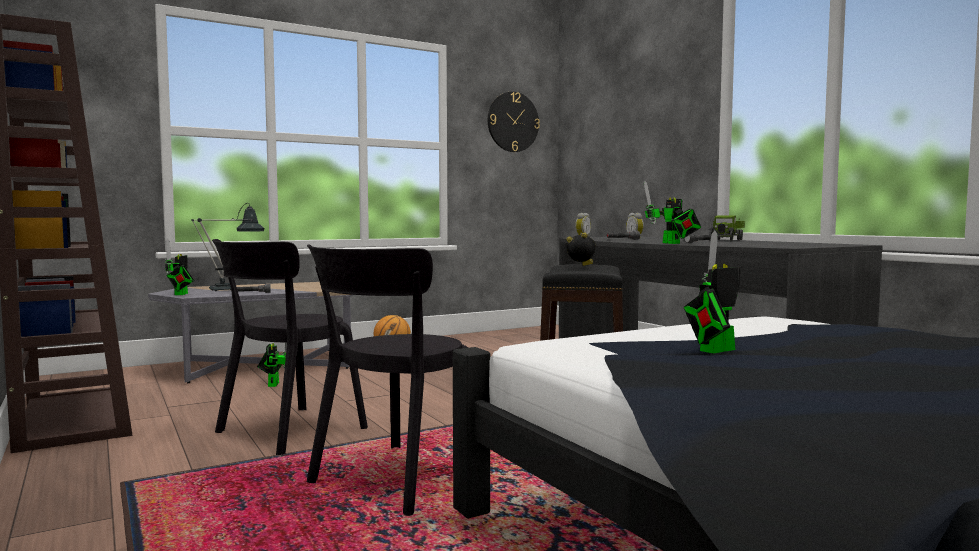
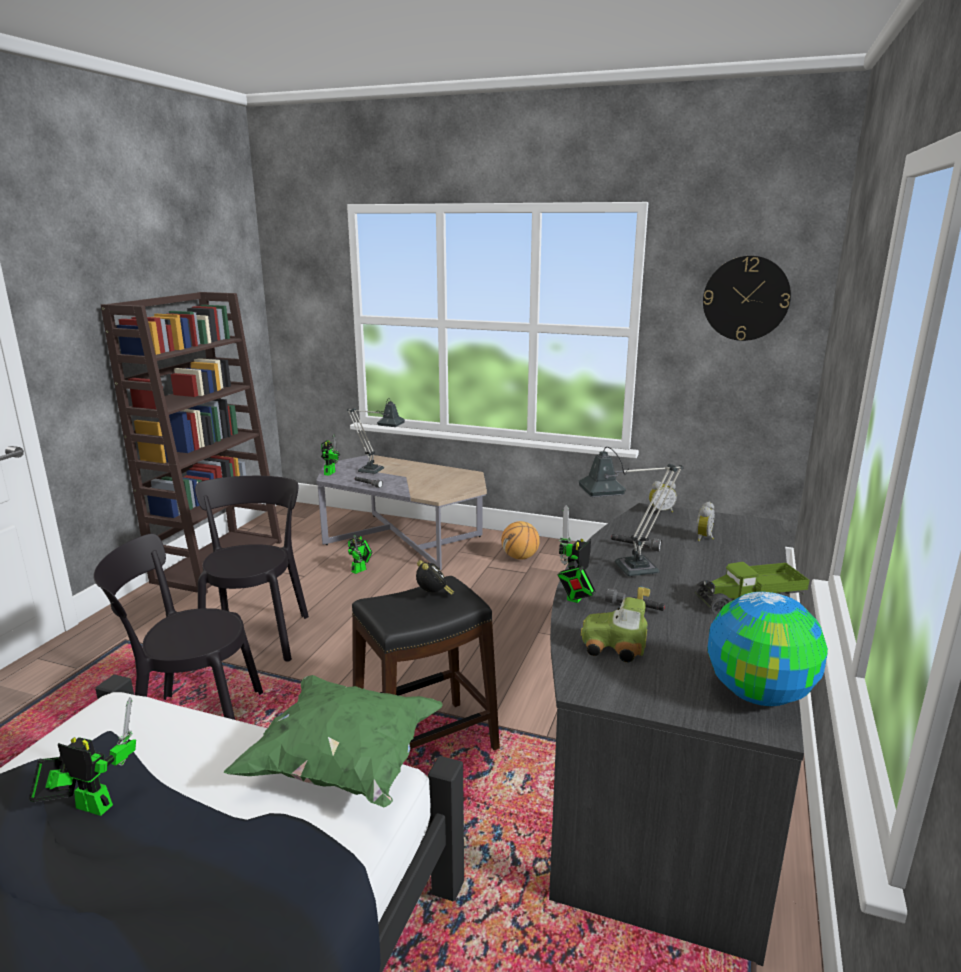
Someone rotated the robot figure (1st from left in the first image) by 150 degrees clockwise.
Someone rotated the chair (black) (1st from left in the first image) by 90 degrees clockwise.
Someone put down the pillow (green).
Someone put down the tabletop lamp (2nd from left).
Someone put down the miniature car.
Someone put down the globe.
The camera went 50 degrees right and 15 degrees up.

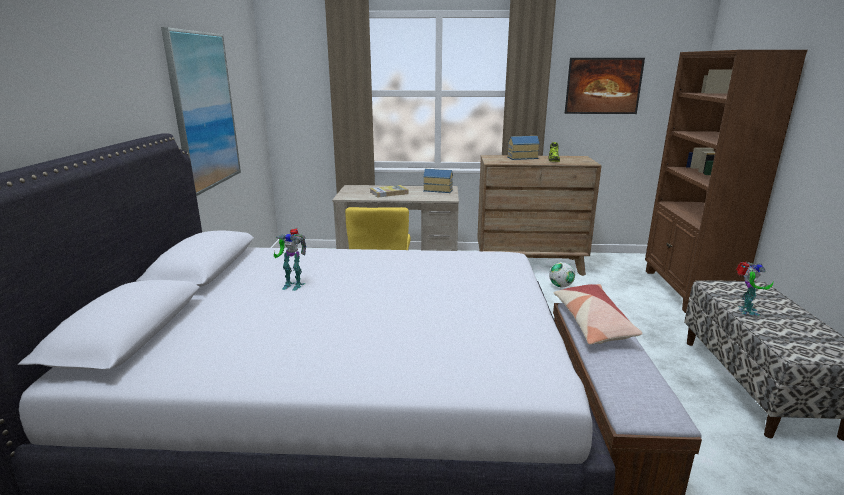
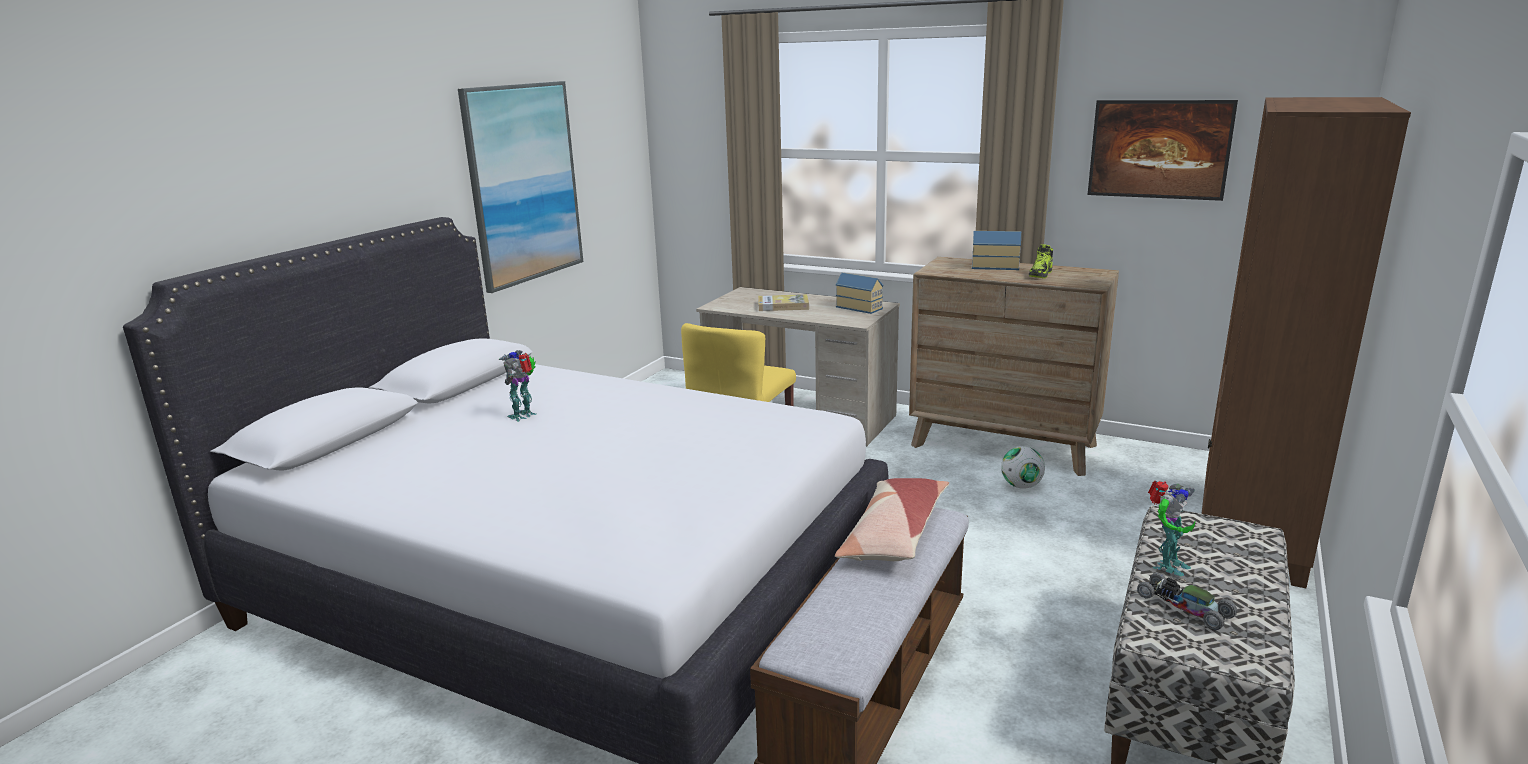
Someone rotated the robot figure (1st from left) by 90 degrees clockwise.
Someone put down the miniature car.
The camera went 25 degrees right and 0 degrees up.

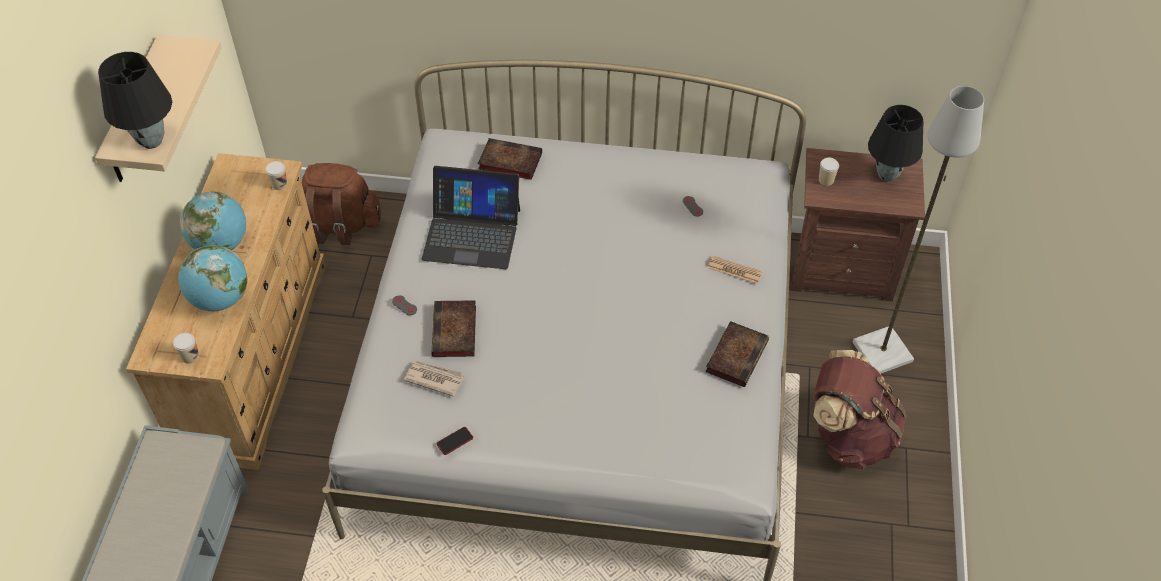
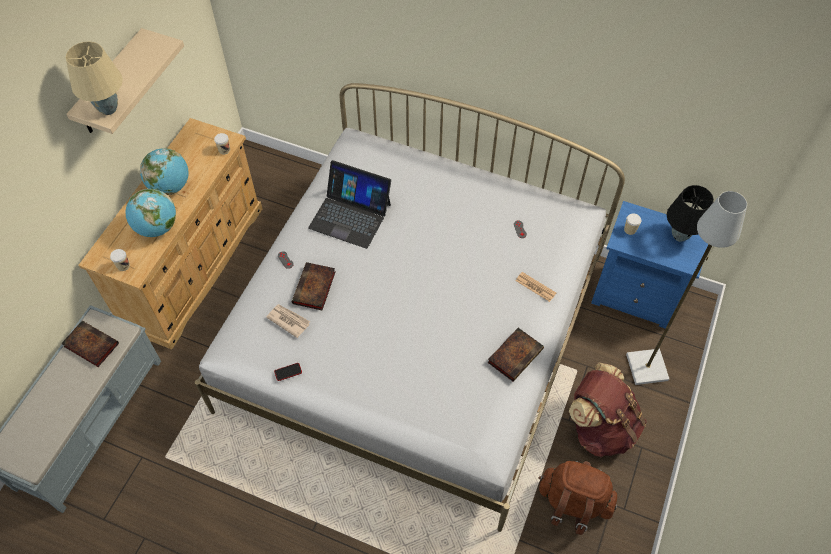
Someone repainted the tabletop lamp (black) (1st from left), which became the tabletop lamp (beige).
Someone carried the knapsack (brownish) (1st from left).
Someone carried the volume (2nd from left in the first image).
Someone repainted the night table (brownish), which became the night table (blue-coloured).
The camera went 15 degrees right and 5 degrees up.

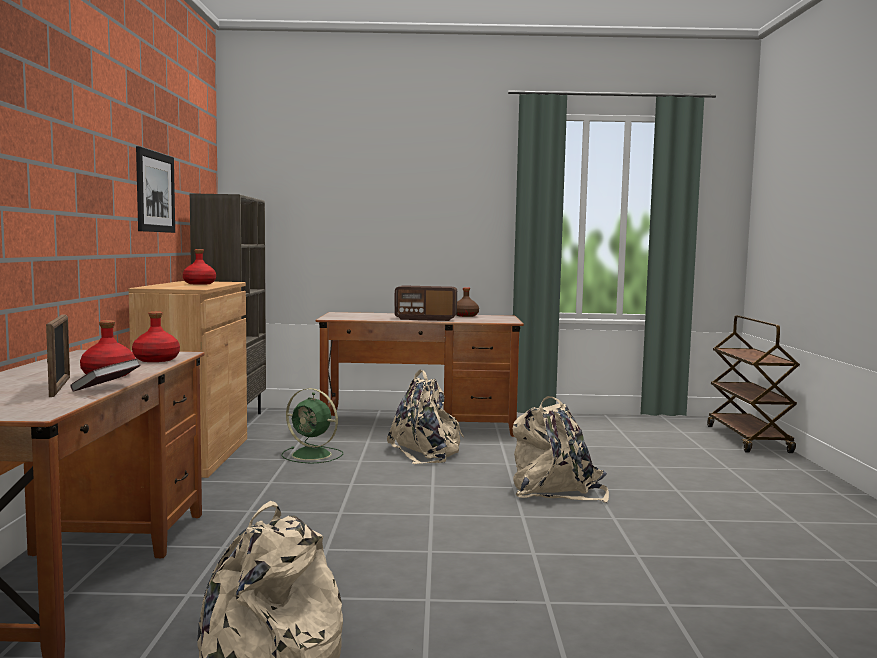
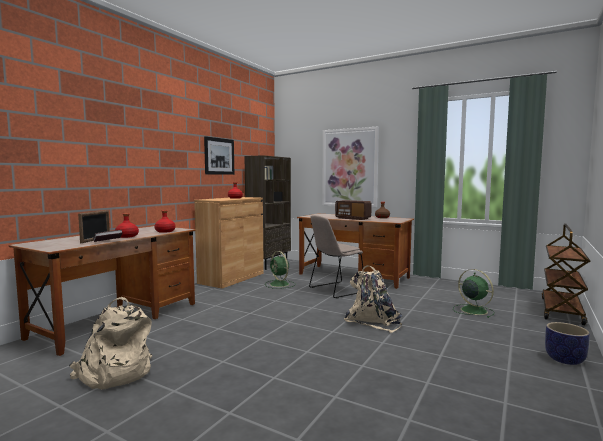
Someone swapped the knapsack (beige) (2nd from left) for the chair (beige).
Someone put up the wall art (2nd from left).
Someone put down the fan (green) (2nd from left).
Someone put down the plant pot.
The camera went 30 degrees right and 0 degrees up.

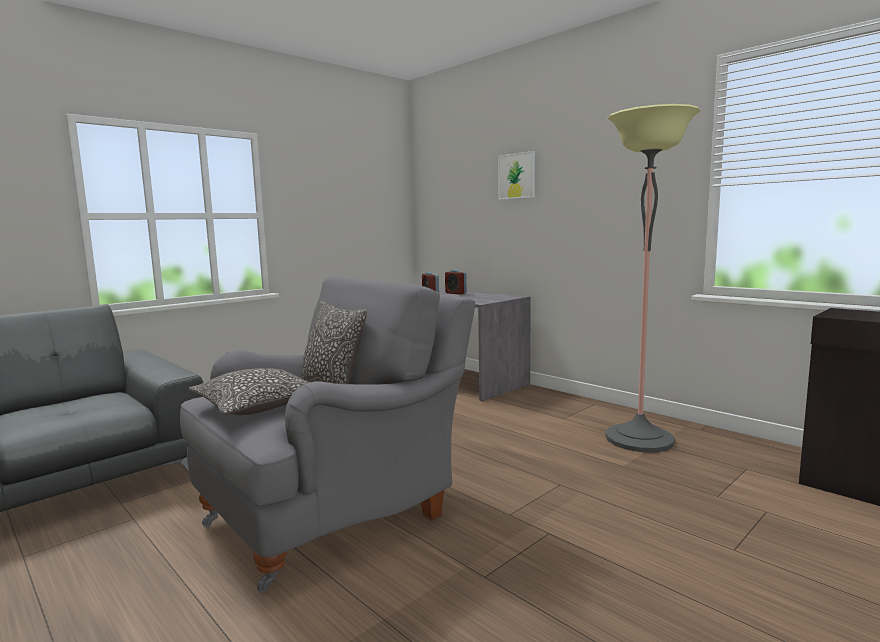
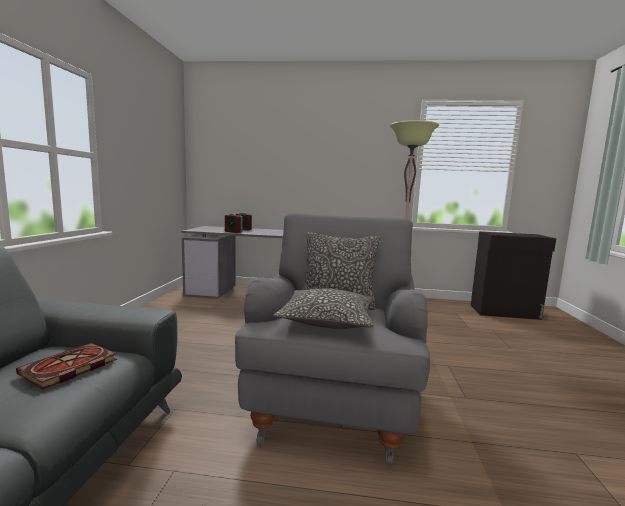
Someone took away the wall art.
Someone put down the volume.
The camera went 40 degrees left and 0 degrees up.

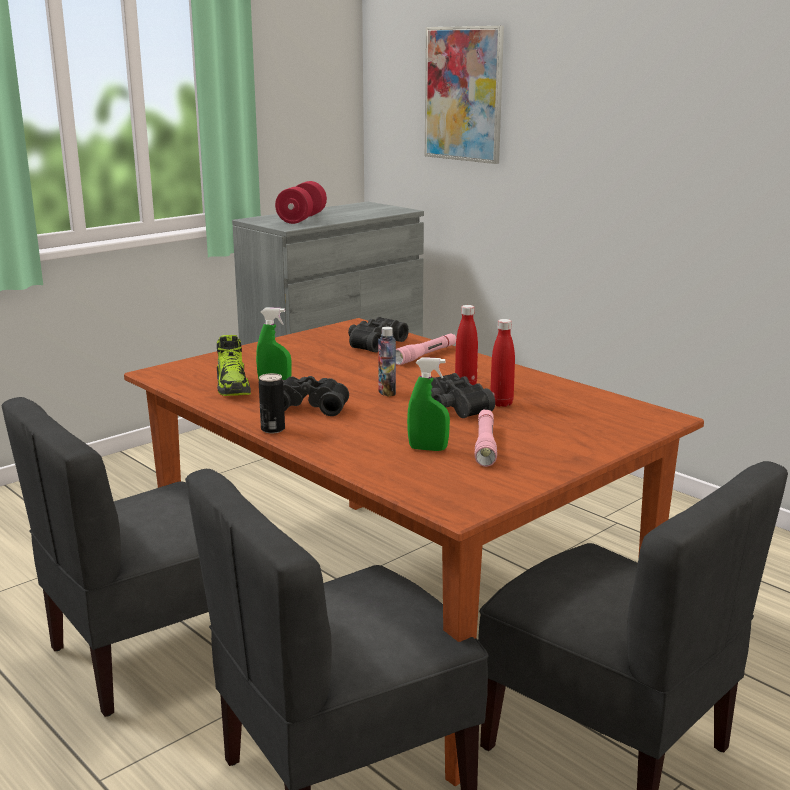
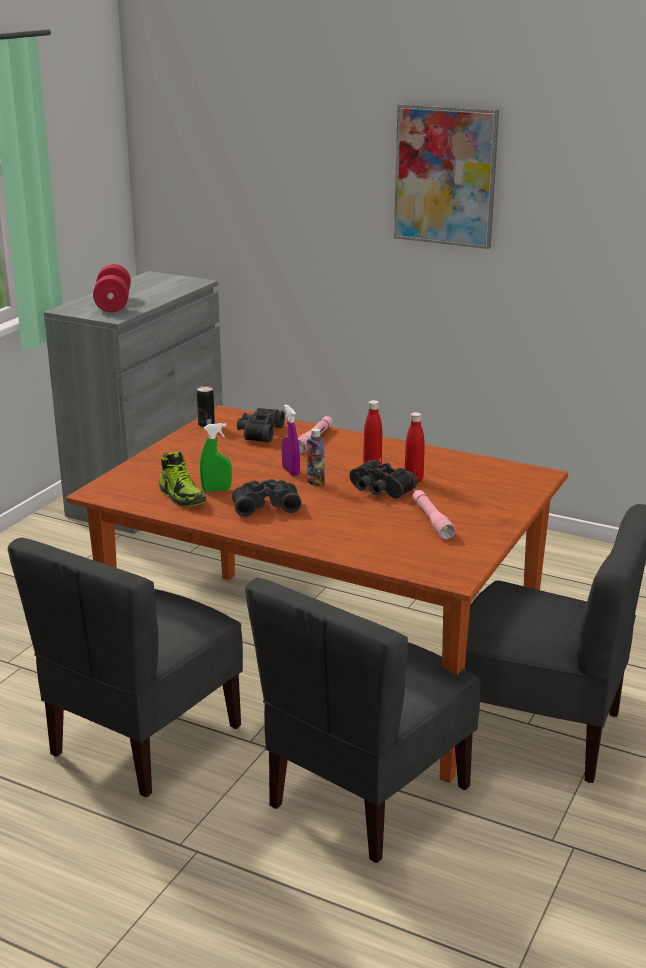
Someone carried the sealed can.
Someone took away the spray bottle (green) (2nd from left).
Someone carried the wall art.
Someone put down the spray bottle (purplish).
The camera went 20 degrees left and 5 degrees up.

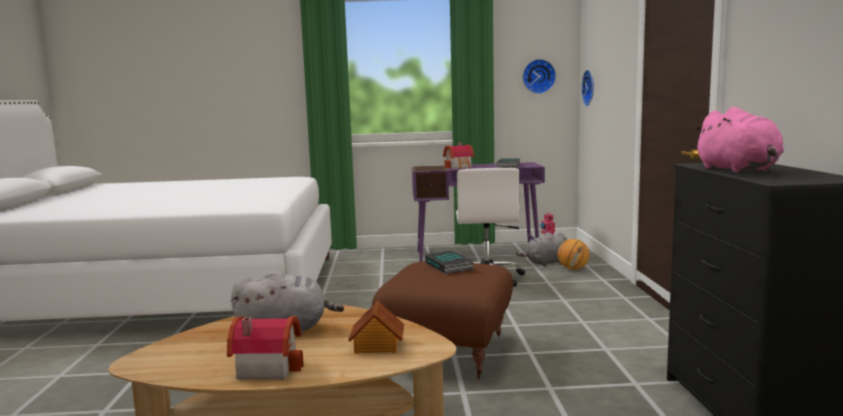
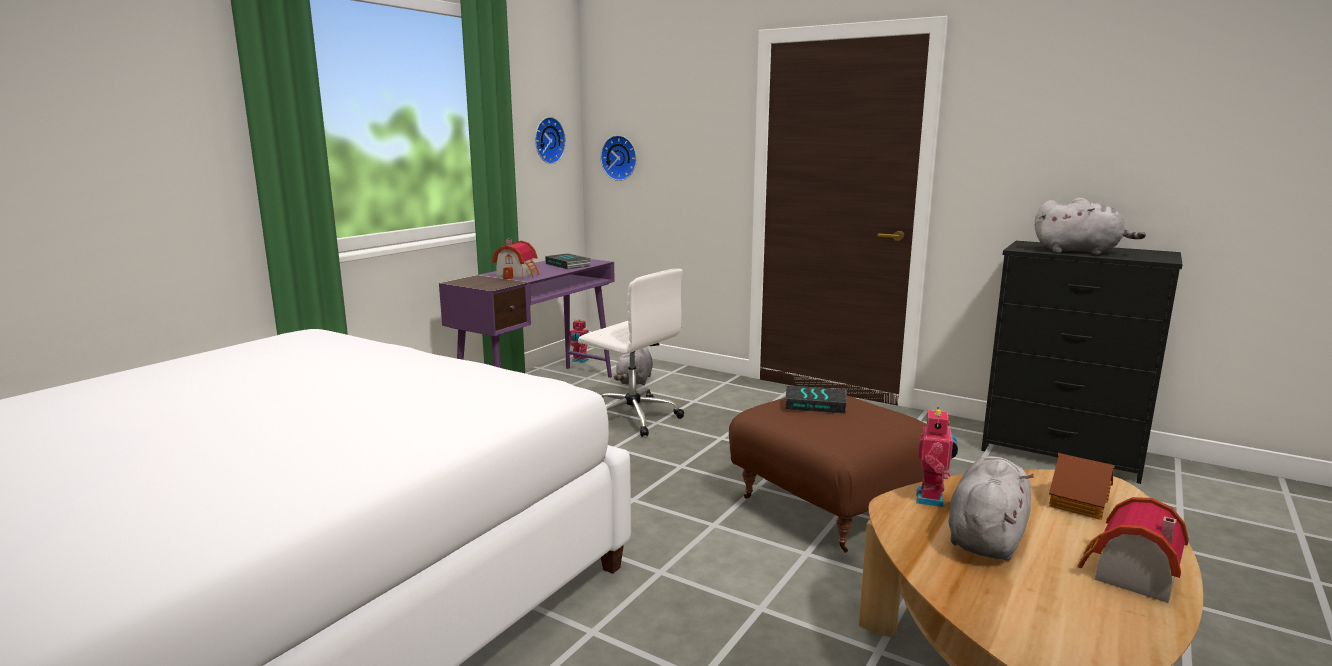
Someone took away the ball for basketball.
Someone repainted the cuddly toy (pinkish), which became the cuddly toy (grey) (3rd from left).
Someone put down the robot figure (2nd from left).
The camera went 55 degrees left and 5 degrees up.

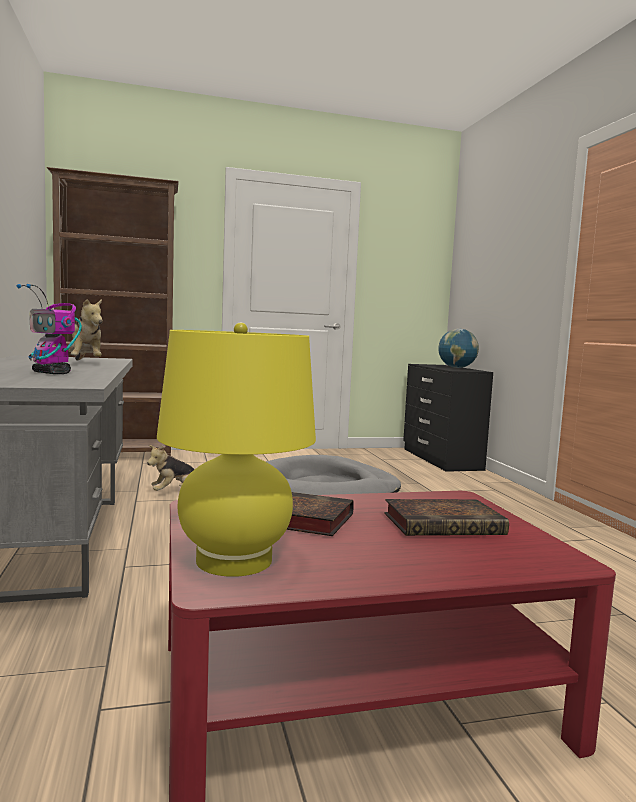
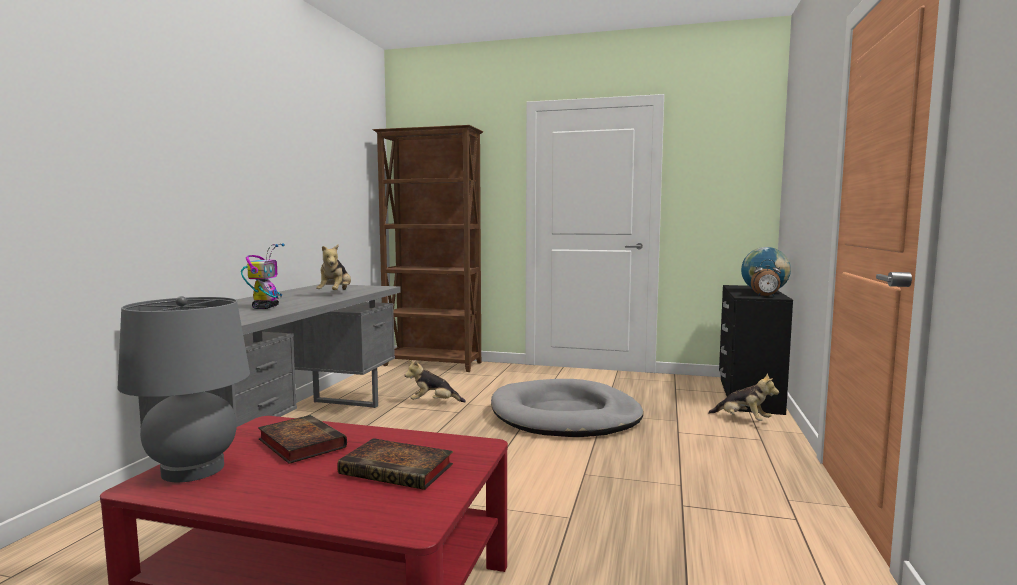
Someone rotated the robot figure by 150 degrees counterclockwise.
Someone repainted the tabletop lamp (yellow-coloured), which became the tabletop lamp (grey).
Someone put down the cuddly toy (3rd from left).
Someone put down the alarm clock.
The camera went 30 degrees right and 0 degrees up.

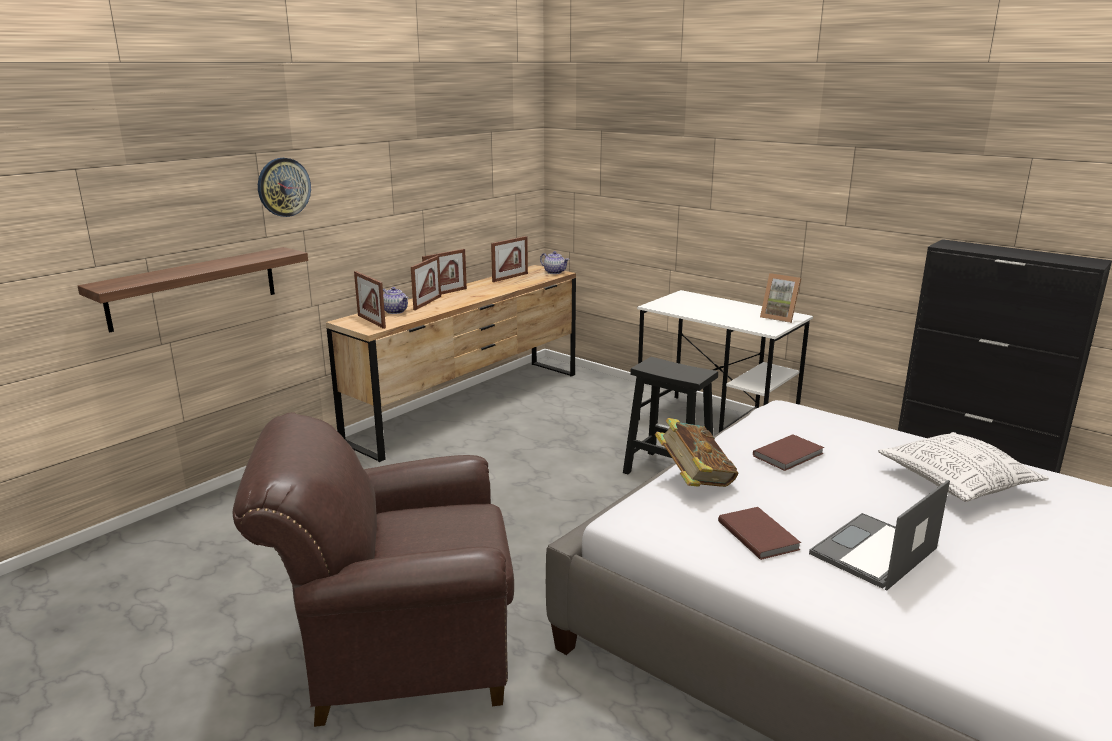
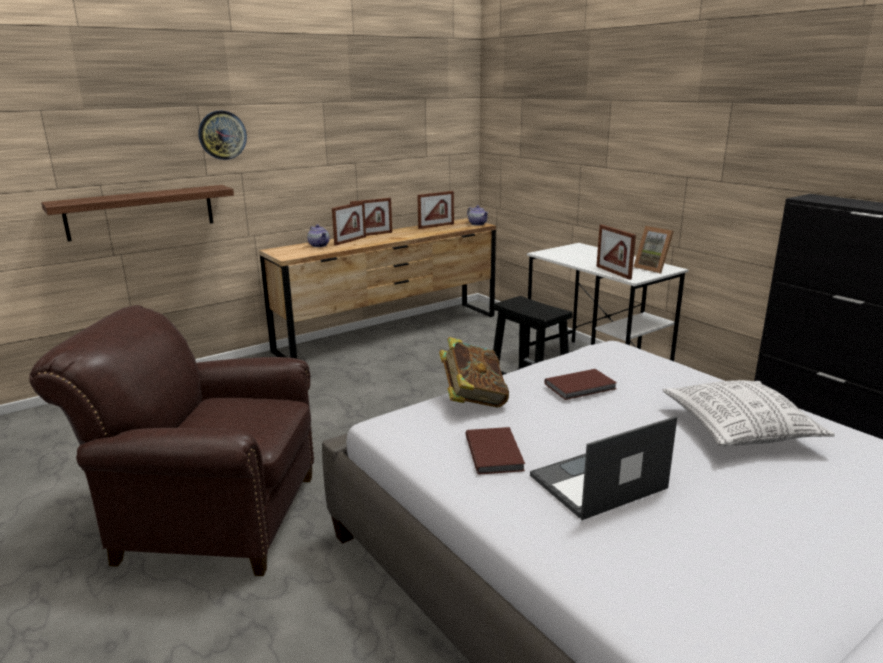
Someone carried the standing frame (1st from left in the first image).
The camera went 15 degrees right and 0 degrees up.

